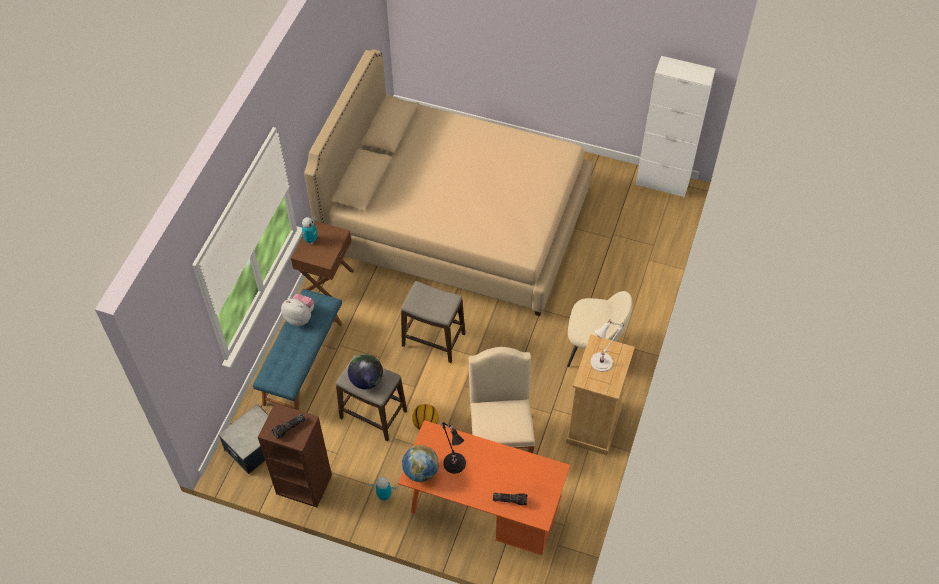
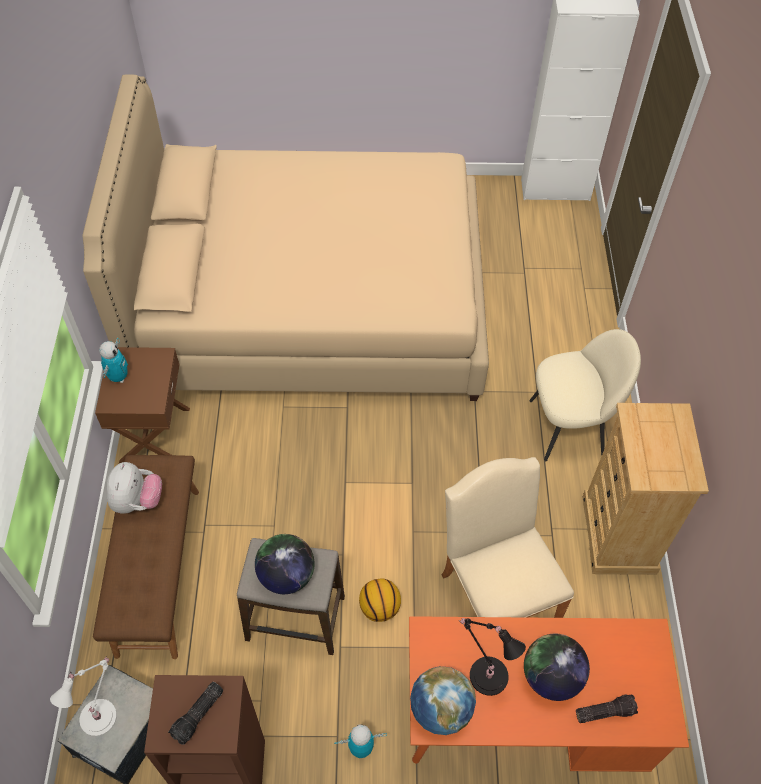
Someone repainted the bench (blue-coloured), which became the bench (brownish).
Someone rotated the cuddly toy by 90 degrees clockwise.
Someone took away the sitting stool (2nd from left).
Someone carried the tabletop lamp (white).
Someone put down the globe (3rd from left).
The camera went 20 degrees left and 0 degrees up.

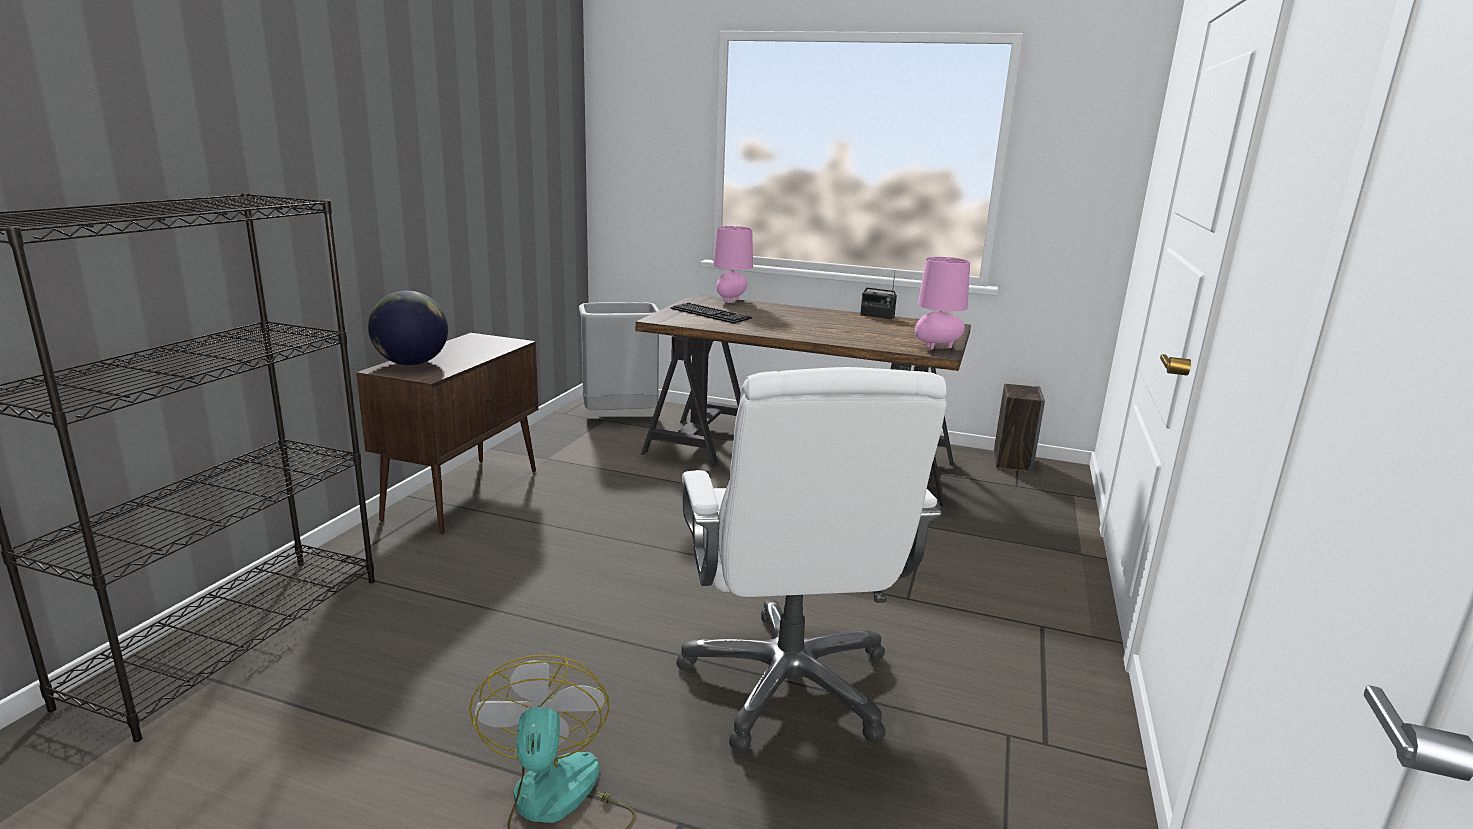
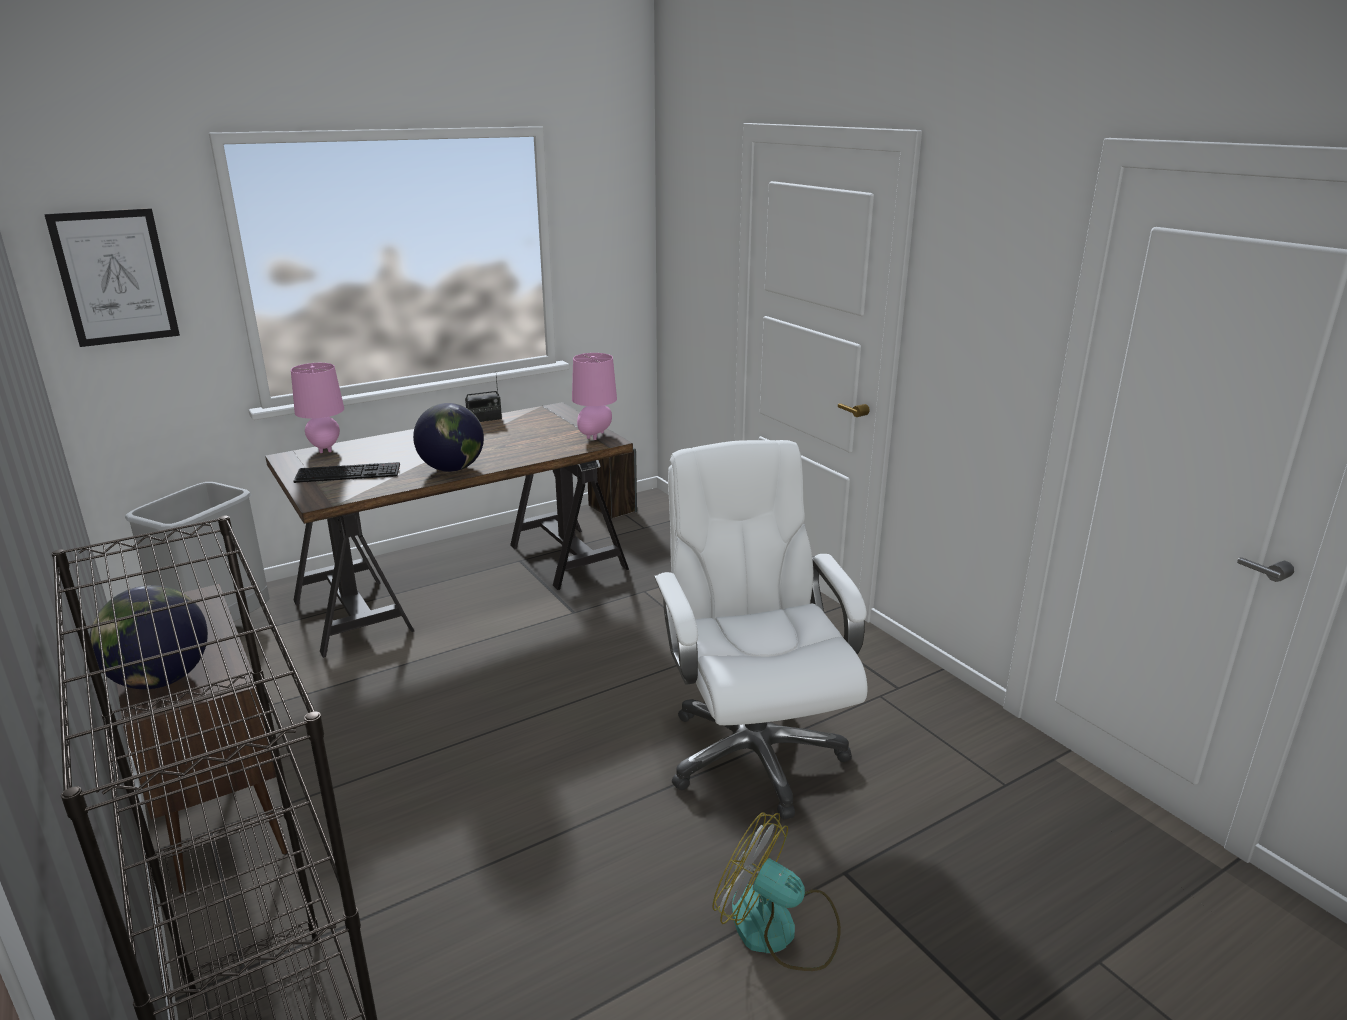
Someone rotated the desk chair (white) by 135 degrees counterclockwise.
Someone put up the wall art.
Someone put down the globe (2nd from left).
The camera went 50 degrees left and 5 degrees up.

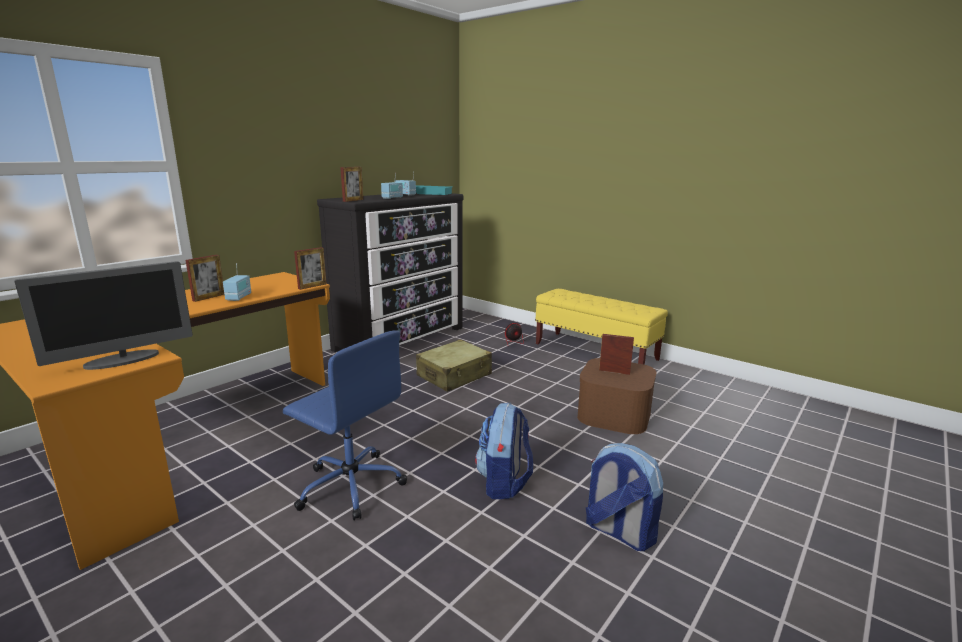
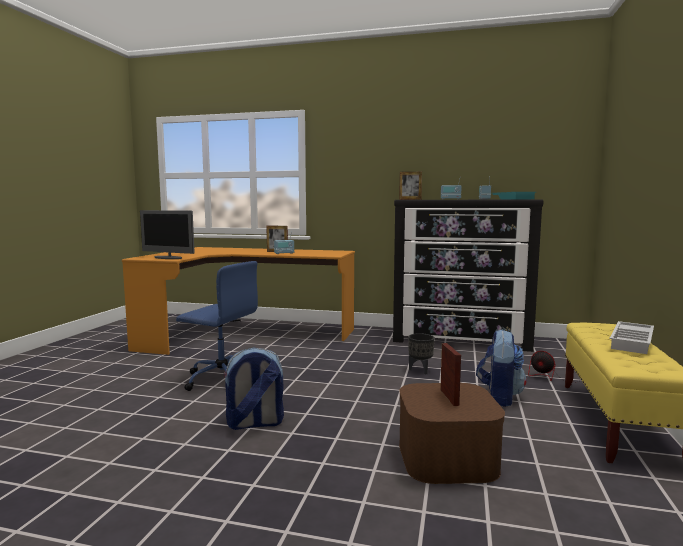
Someone rotated the desk chair (blue-coloured) by 75 degrees counterclockwise.
Someone took away the standing frame (2nd from left).
Someone swapped the travel case (beige) for the plant pot (black).
Someone carried the knapsack (2nd from left).
Someone put down the carrying tray (white).
The camera went 65 degrees right and 10 degrees down.

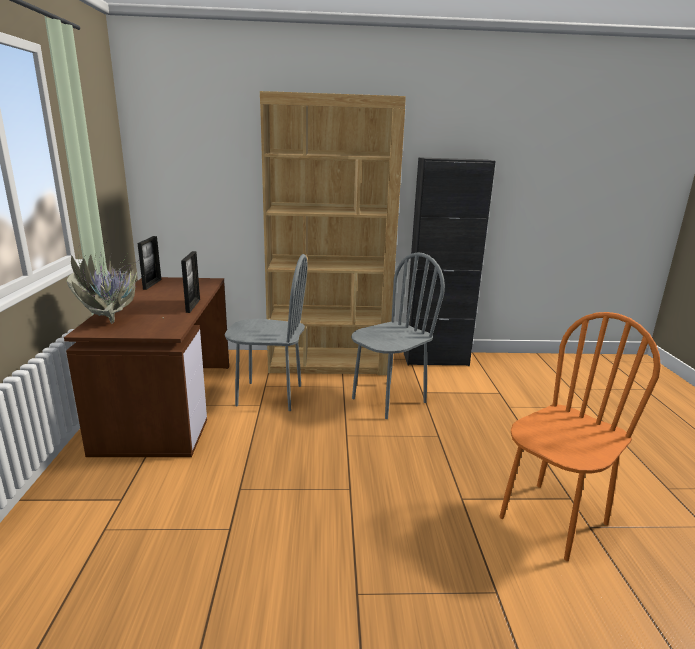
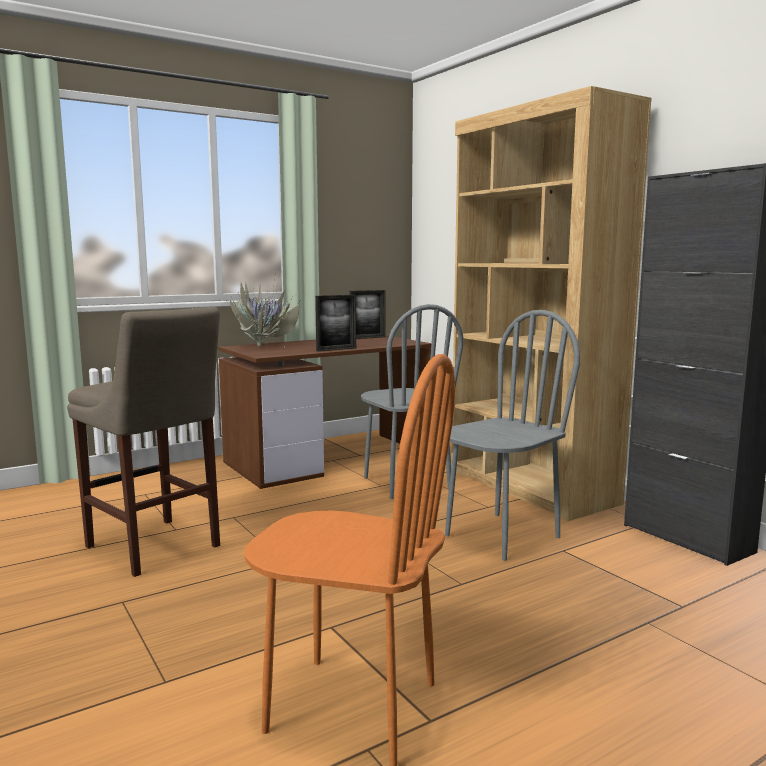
Someone rotated the chair (grey) (2nd from left) by 60 degrees counterclockwise.
Someone put down the sitting stool (beige).
The camera went 60 degrees right and 10 degrees down.

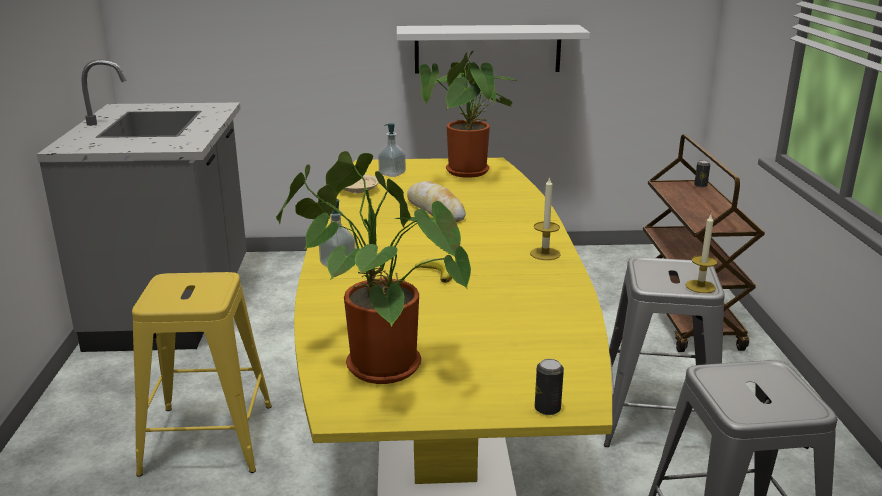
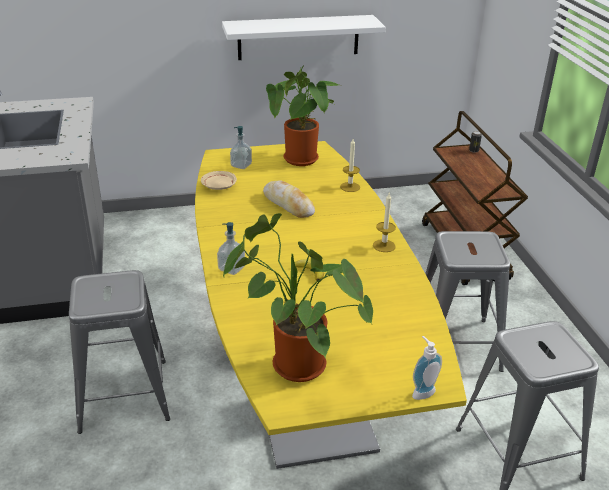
Someone repainted the sitting stool (yellow-coloured), which became the sitting stool (grey) (1st from left).
Someone swapped the sealed can (1st from left) for the soap dispenser (3rd from left).
Someone carried the wax light (2nd from left in the first image).
The camera went 10 degrees left and 10 degrees up.

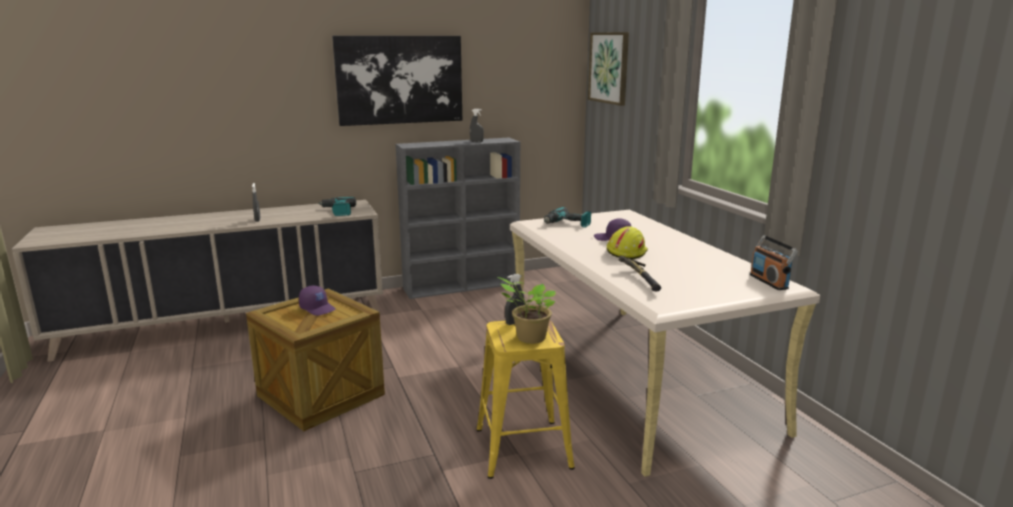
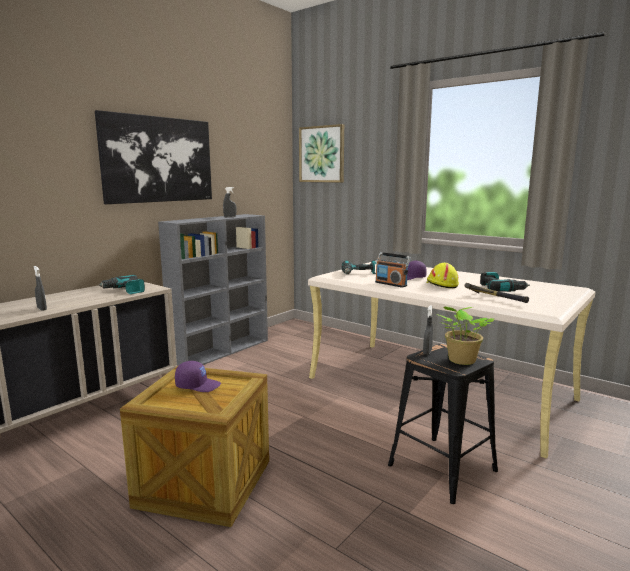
Someone repainted the sitting stool (yellow-coloured), which became the sitting stool (black).
Someone carried the radio receiver.
Someone put down the power drill (3rd from left).
The camera went 30 degrees left and 5 degrees down.

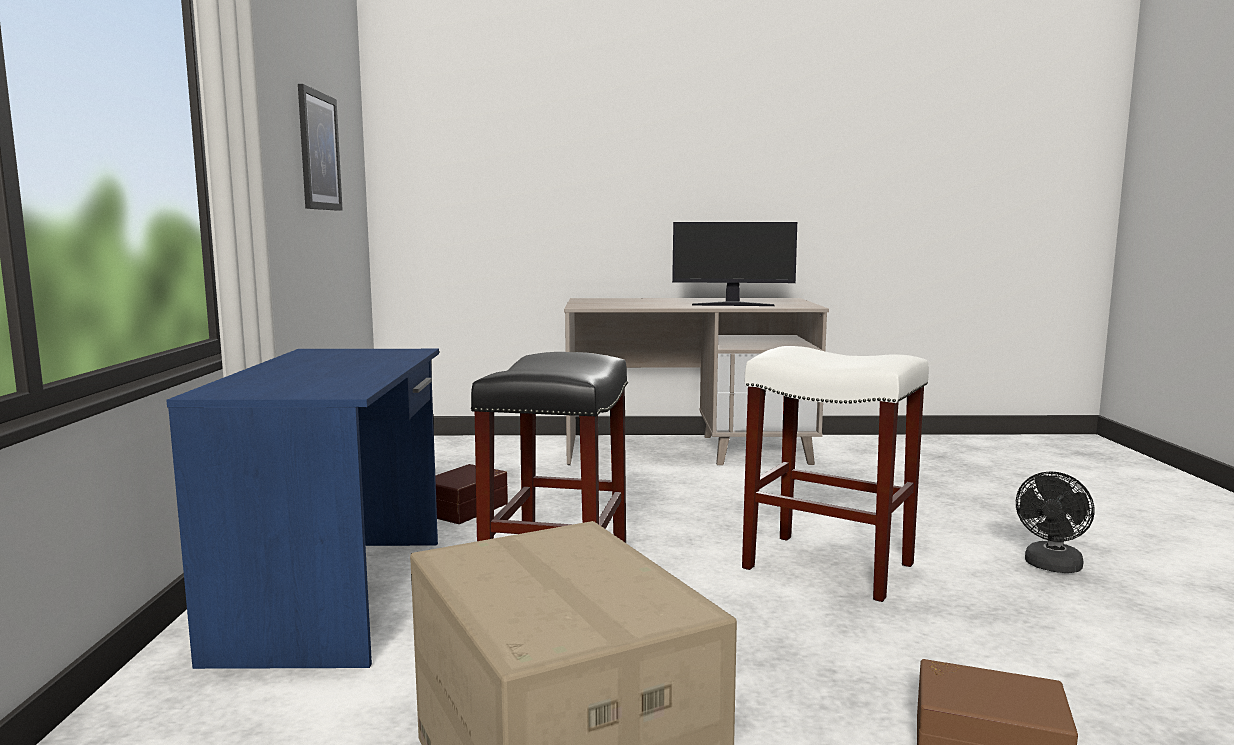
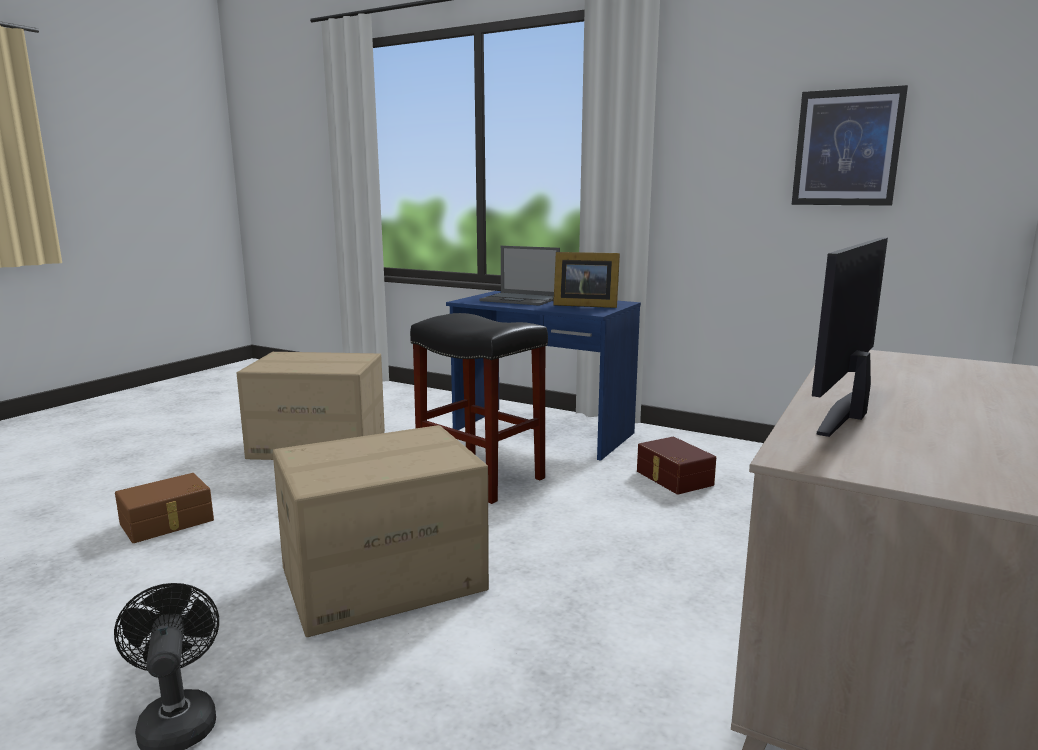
Someone swapped the sitting stool (white) for the cardboard box (2nd from left).
Someone put down the laptop.
Someone put down the standing frame.
The camera went 120 degrees right and 5 degrees up.

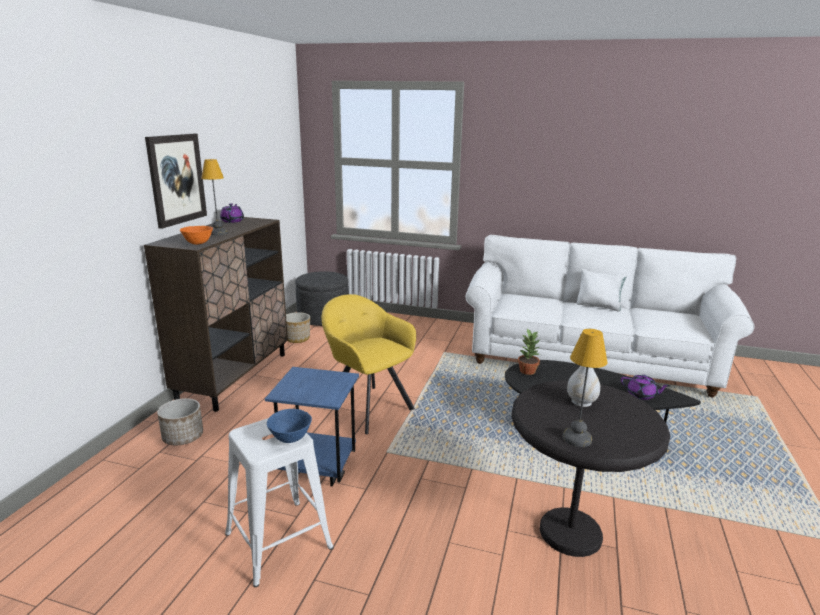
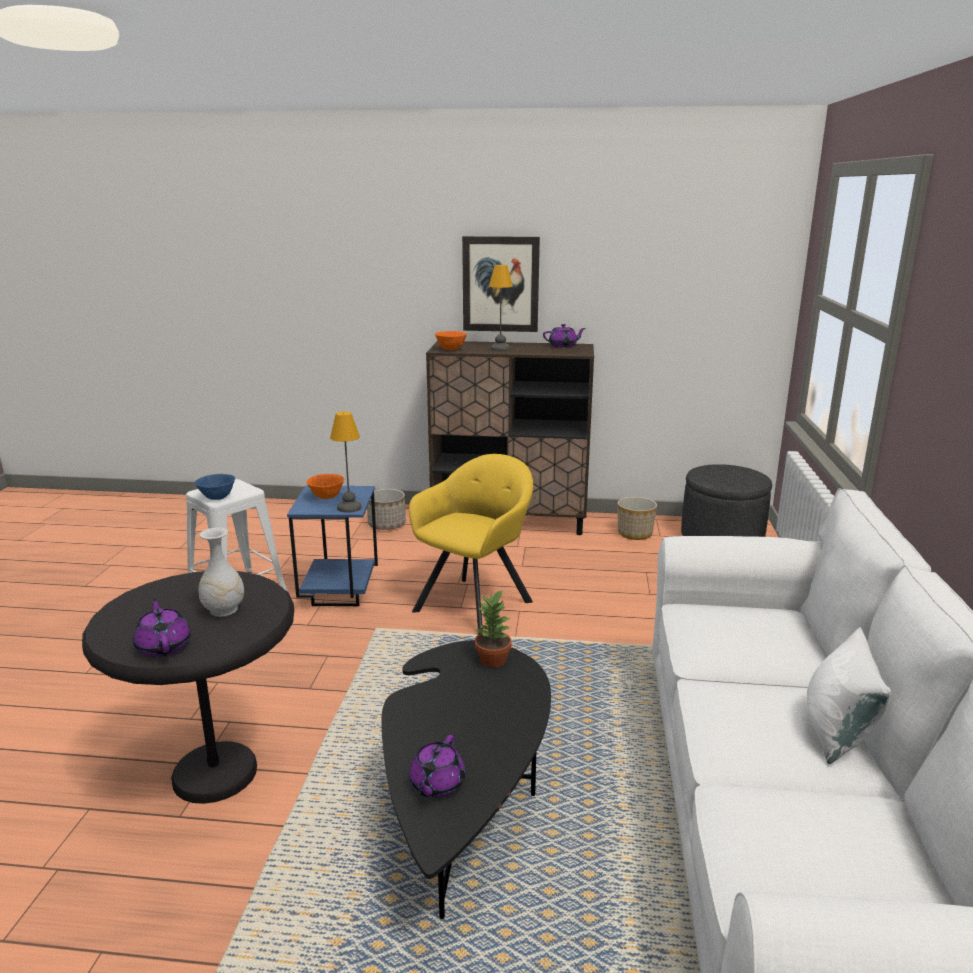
Someone carried the tabletop lamp (2nd from left in the first image).
Someone put down the tea pot (purplish) (1st from left).
Someone put down the bowl (orangey) (1st from left).
The camera went 80 degrees right and 0 degrees up.

